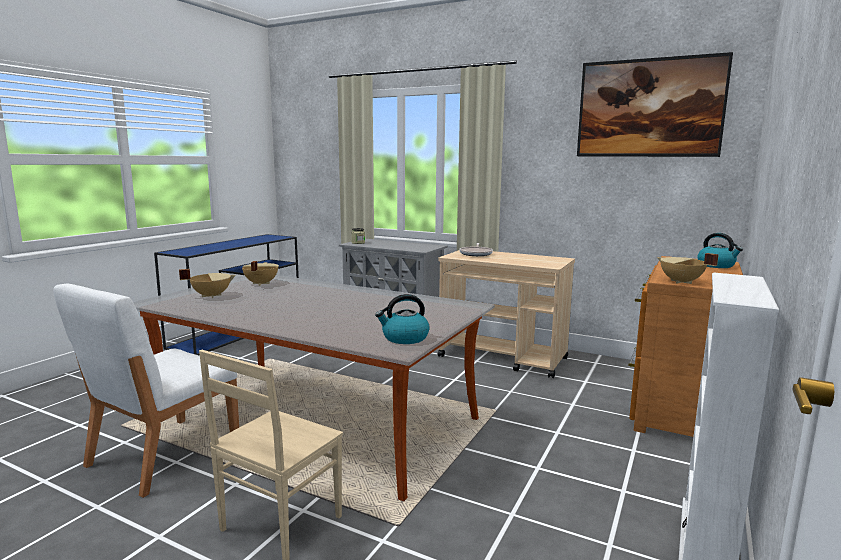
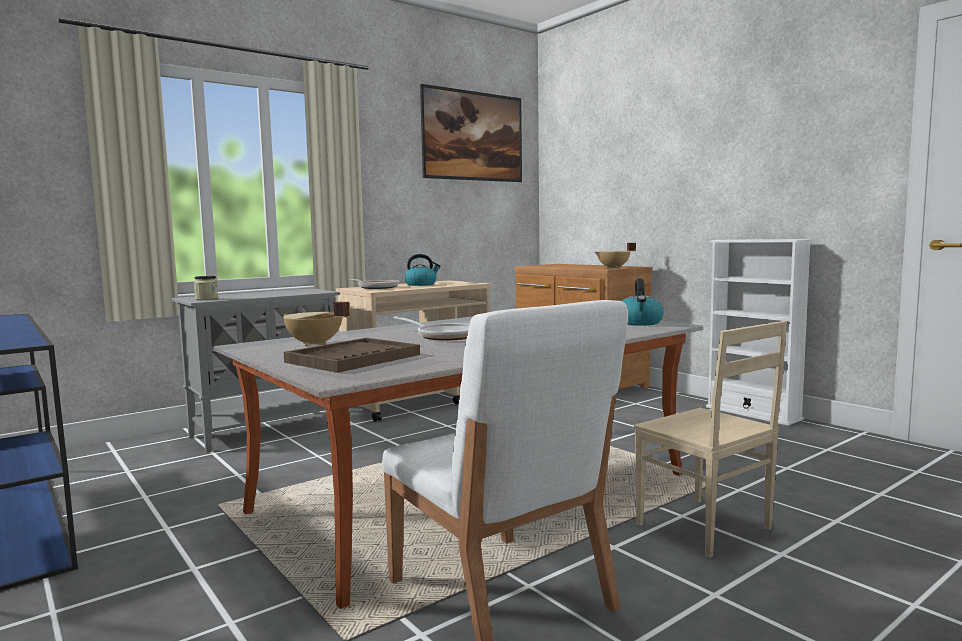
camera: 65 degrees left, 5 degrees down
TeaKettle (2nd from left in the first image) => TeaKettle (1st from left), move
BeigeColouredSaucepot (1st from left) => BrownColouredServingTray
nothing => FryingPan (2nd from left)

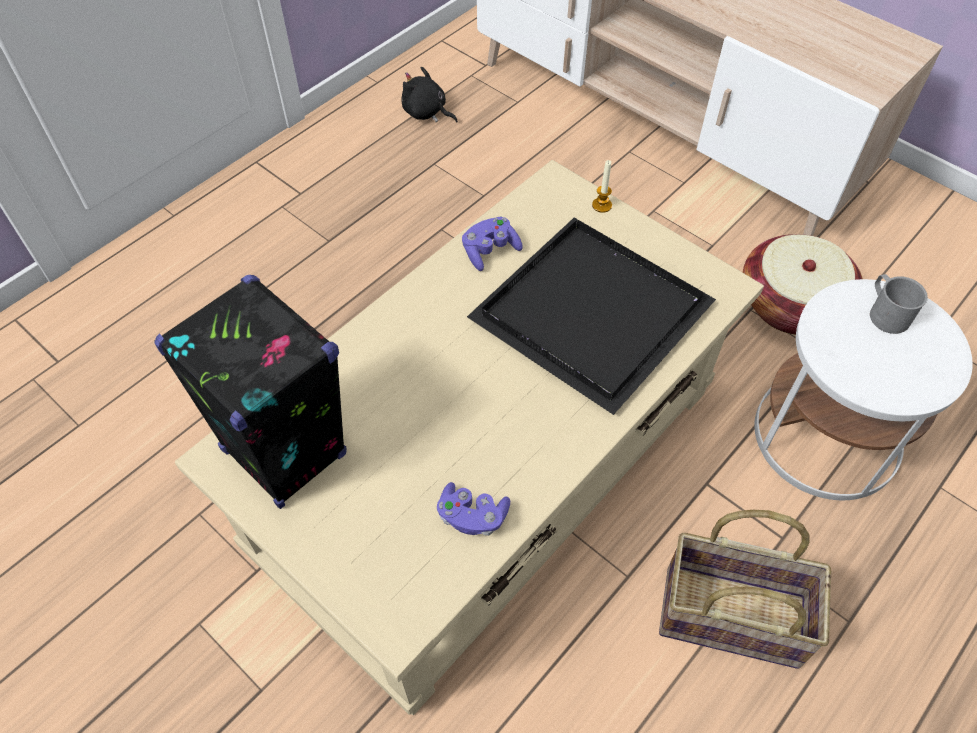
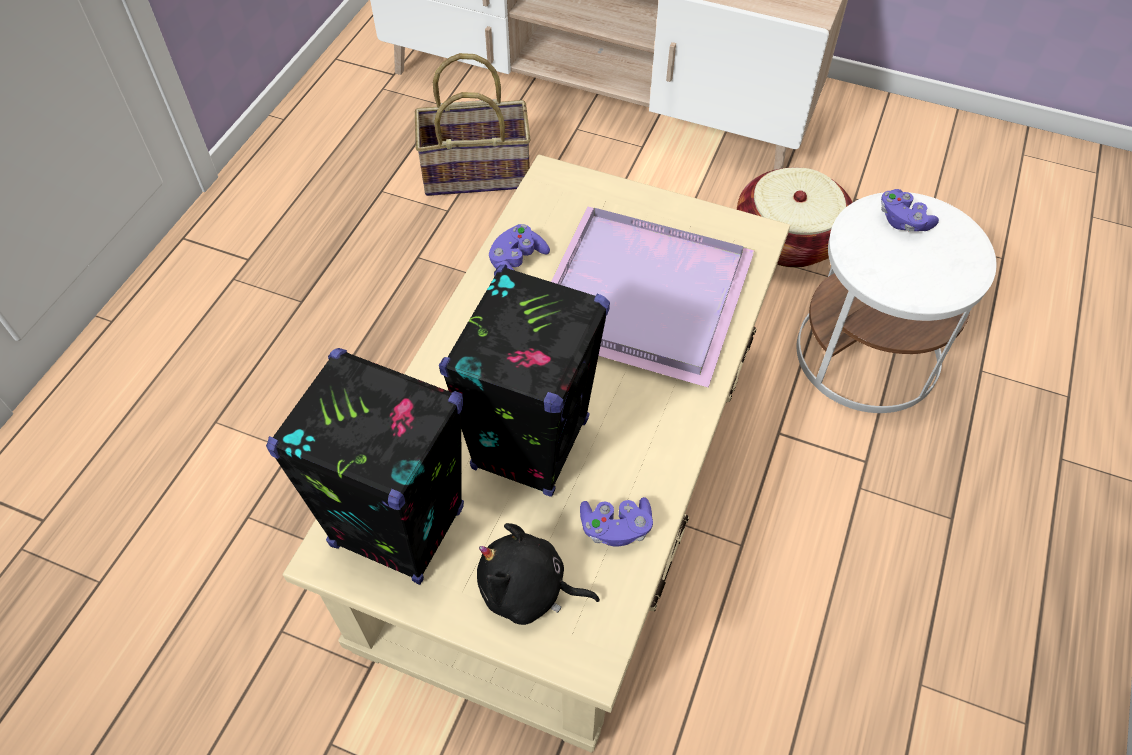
camera: 20 degrees left, 0 degrees up
BlackCuddlyToy, move
WaxCandle => nothing
BlackServingTray => PurpleColouredServingTray
GreyishMug => PurpleColouredJoypad (3rd from left)
StorageBasket (1st from left), move
nothing => BlackLoudspeaker (2nd from left)

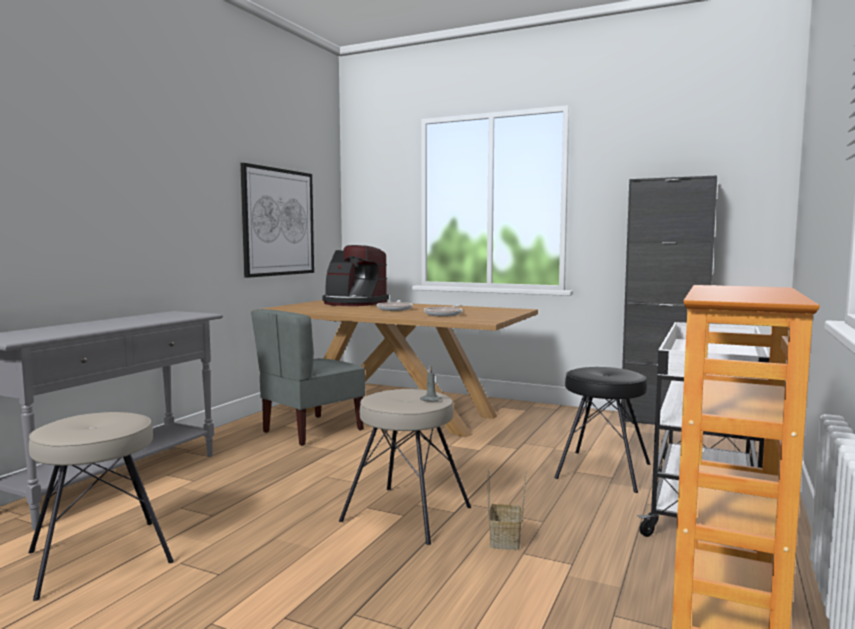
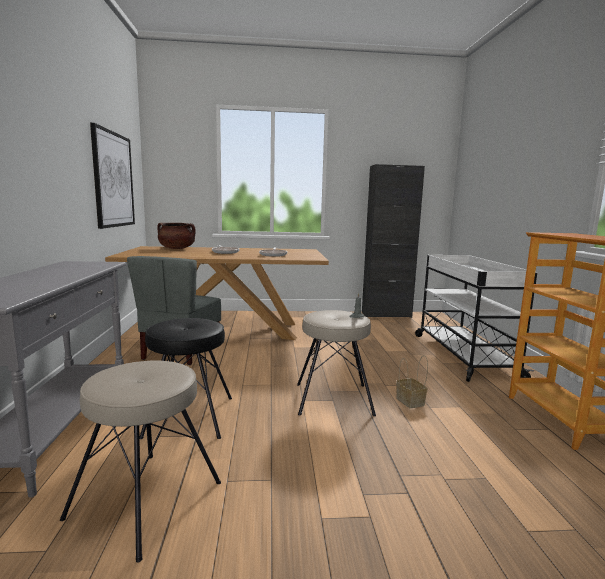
camera: 30 degrees left, 5 degrees up
CoffeeMachine => BrownColouredSaucepot
BlackSittingStool, move

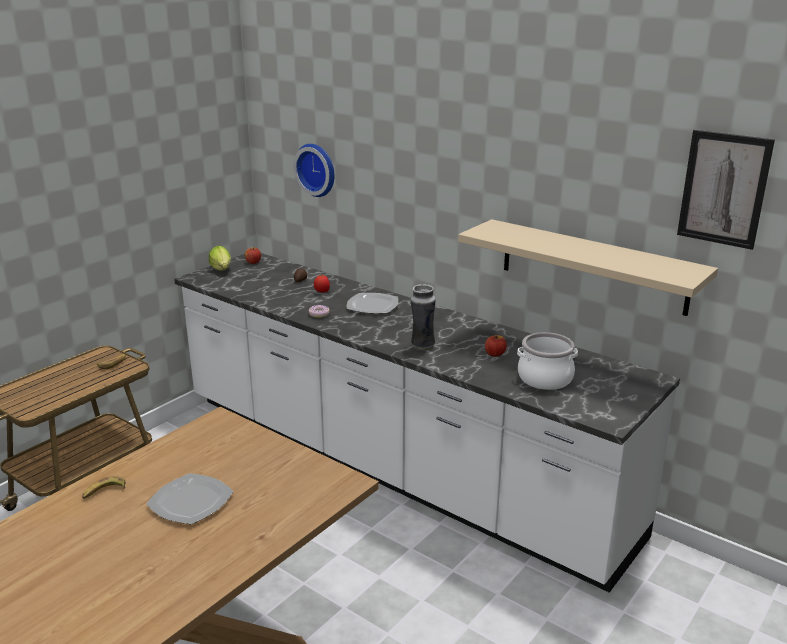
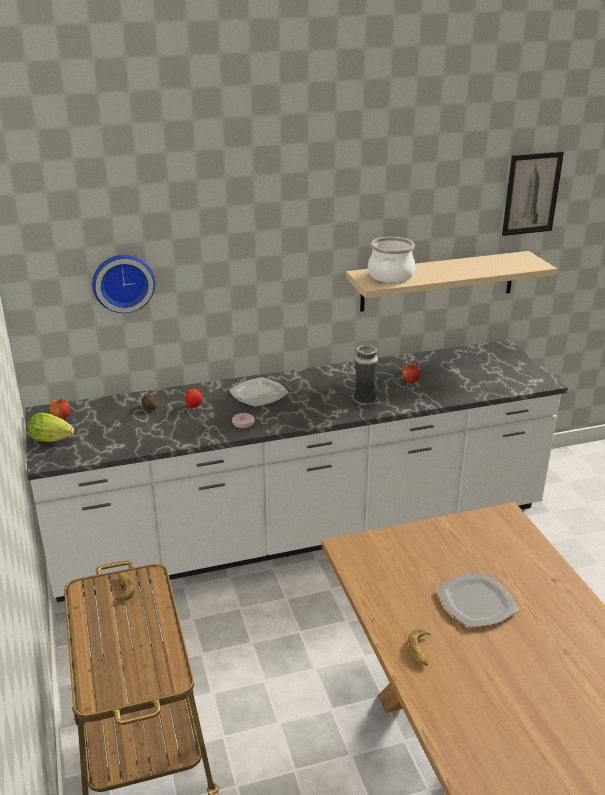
camera: 55 degrees left, 5 degrees up
Saucepot, move

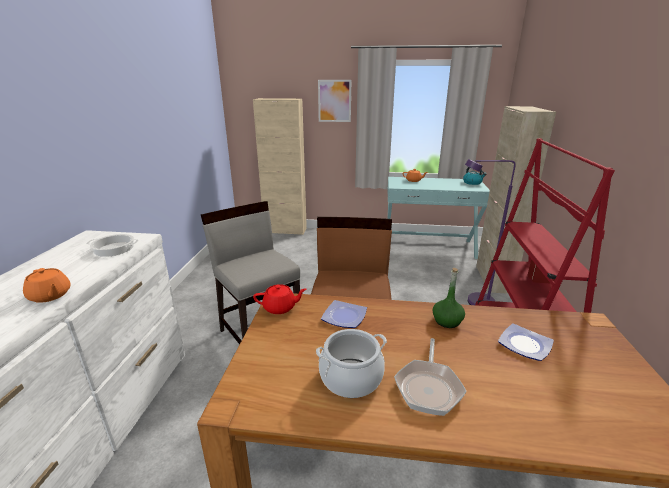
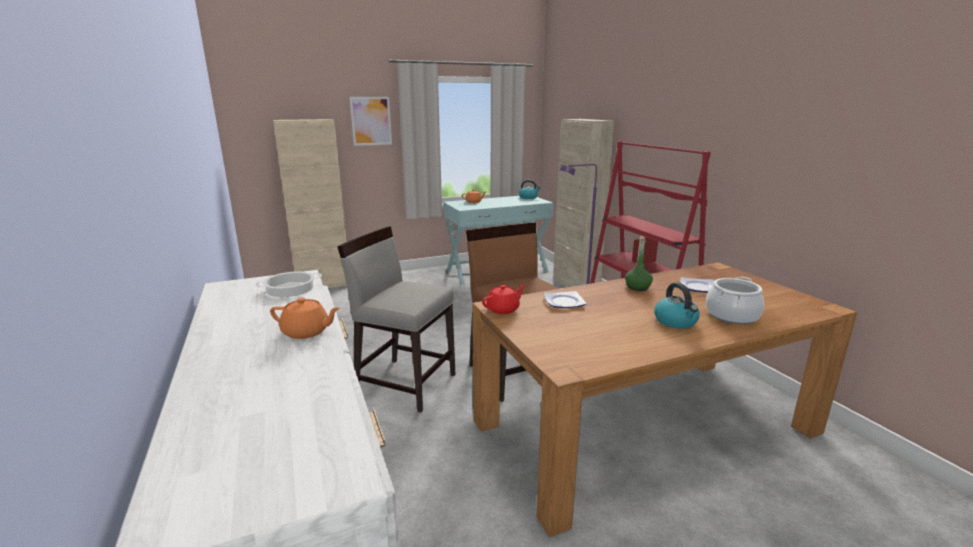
camera: 30 degrees left, 5 degrees down
Saucepot (2nd from left), move
FryingPan => TeaKettle (2nd from left)

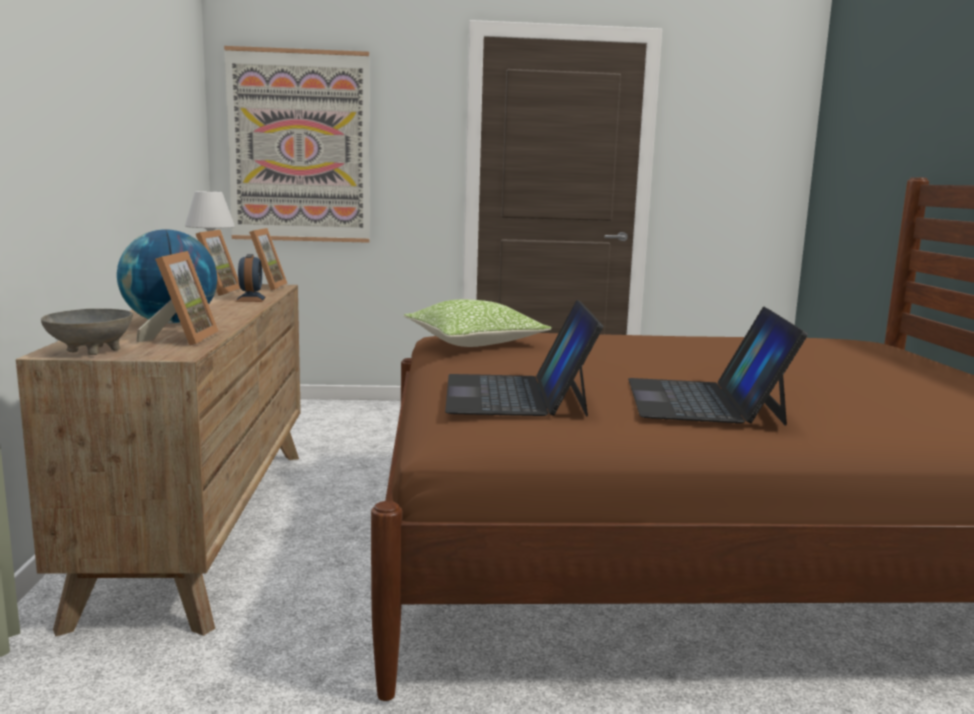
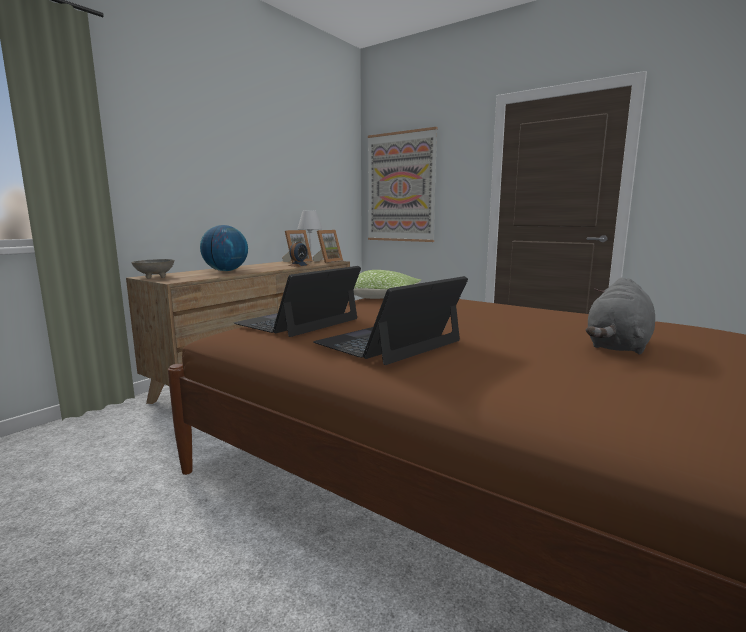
camera: 40 degrees right, 0 degrees up
PhotoFrame (1st from left) => nothing
nothing => GreyishCuddlyToy

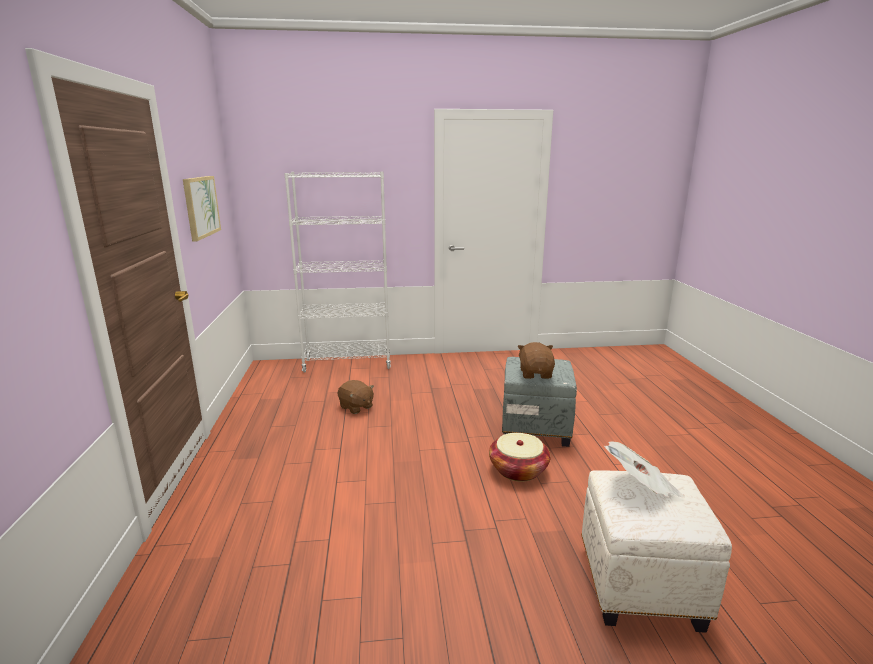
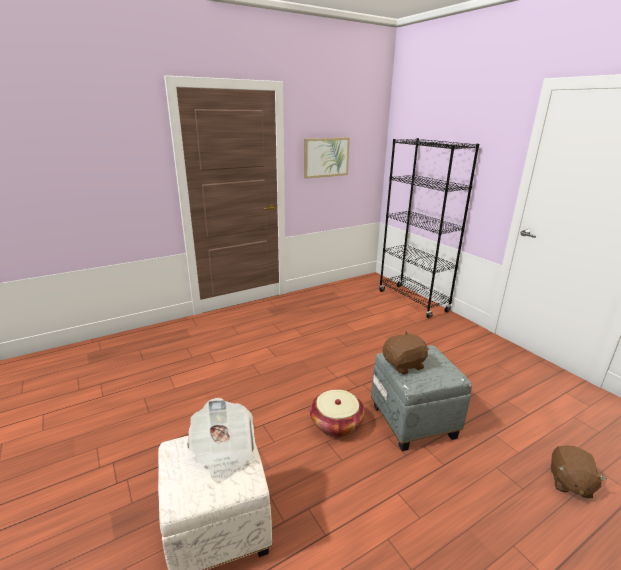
camera: 65 degrees right, 5 degrees up
WhitishBookshelf => BlackBookshelf
BrownColouredCuddlyToy (1st from left in the first image) => BrownColouredCuddlyToy (2nd from left), move

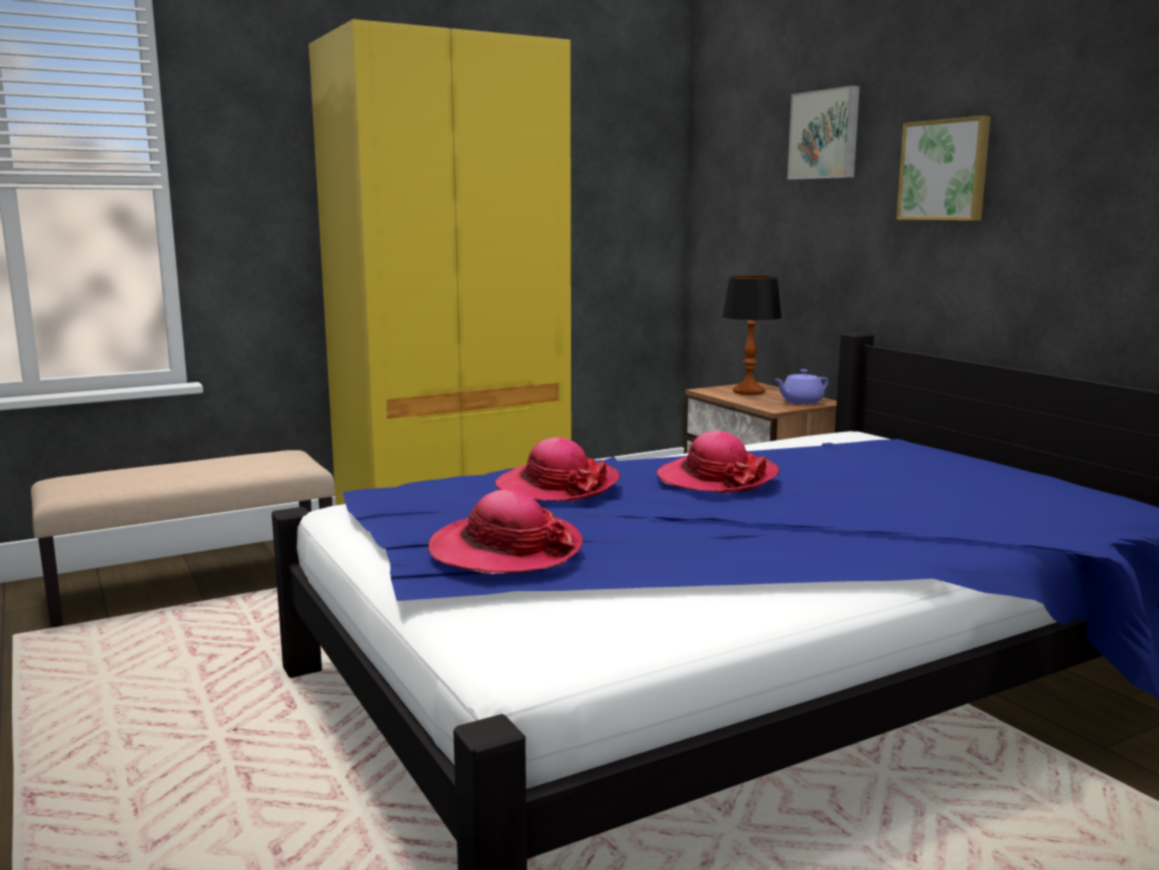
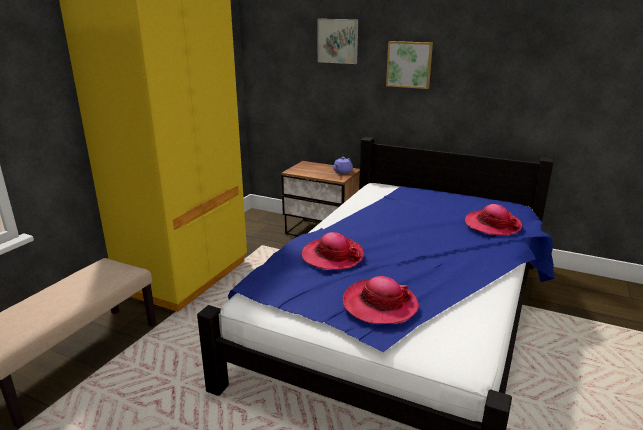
camera: 35 degrees left, 10 degrees up
TableLamp => nothing
ClothingHat (3rd from left), move

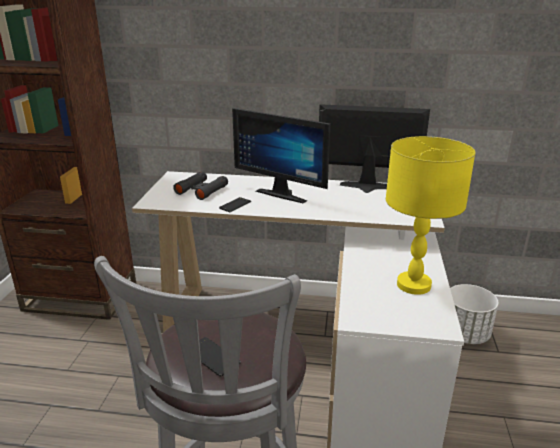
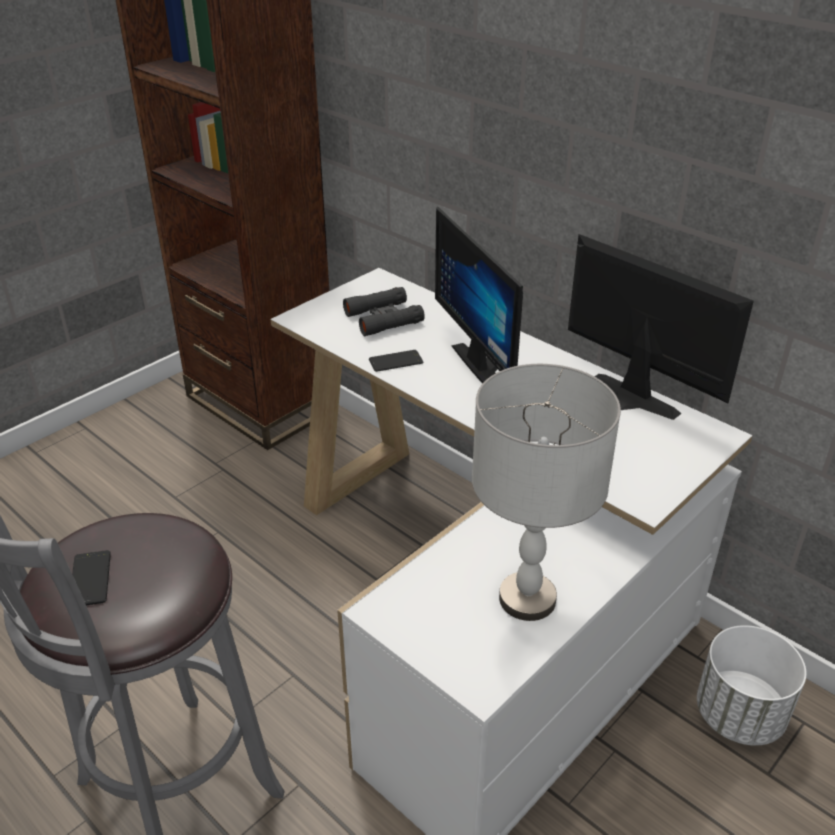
camera: 35 degrees right, 10 degrees up
YellowishTableLamp => GreyishTableLamp

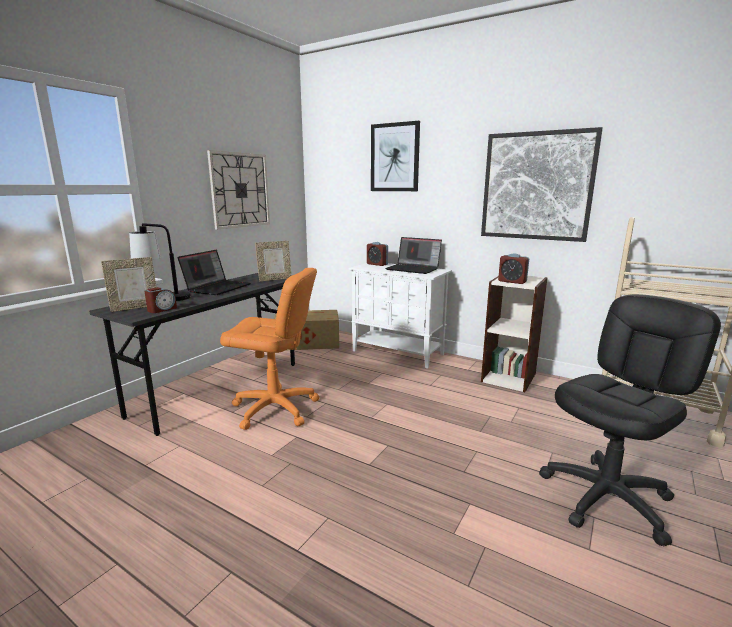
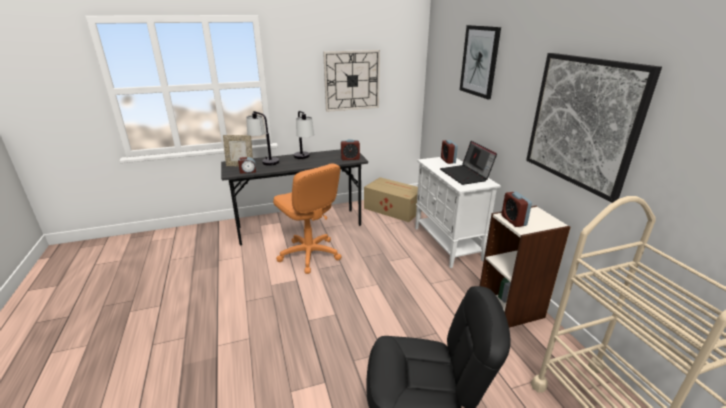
camera: 40 degrees right, 10 degrees up
PhotoFrame (2nd from left) => AlarmClock (2nd from left)
NotebookComputer (1st from left) => TableLamp (2nd from left)

